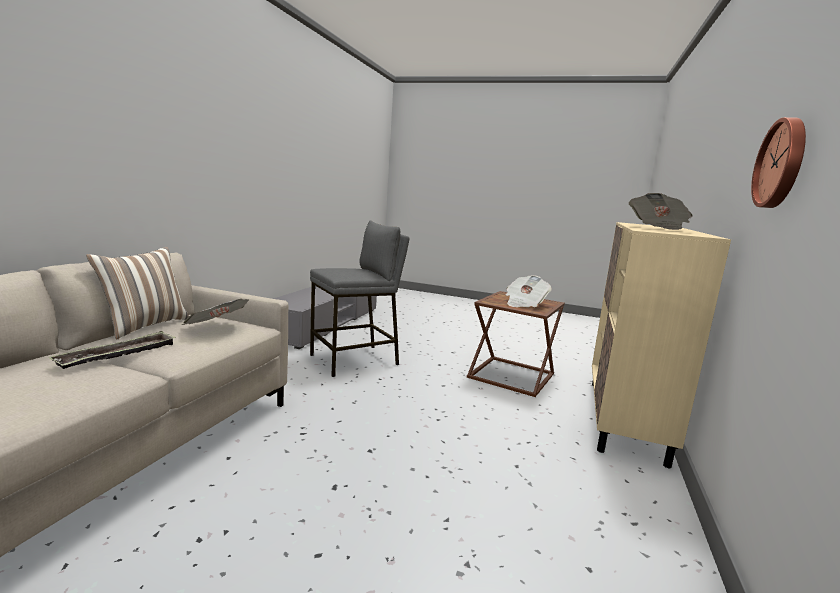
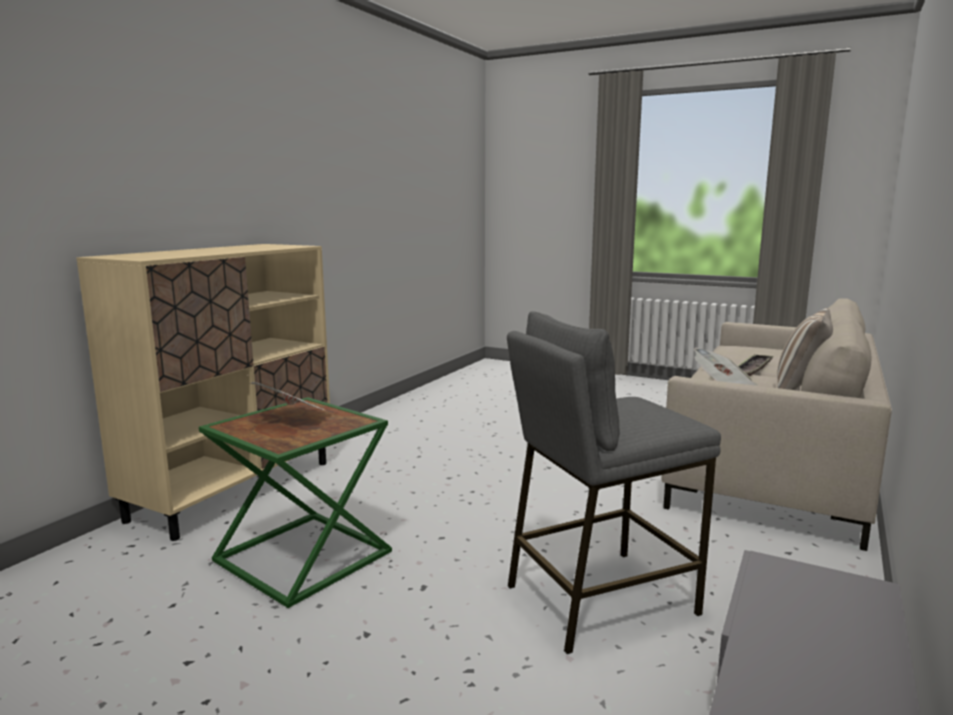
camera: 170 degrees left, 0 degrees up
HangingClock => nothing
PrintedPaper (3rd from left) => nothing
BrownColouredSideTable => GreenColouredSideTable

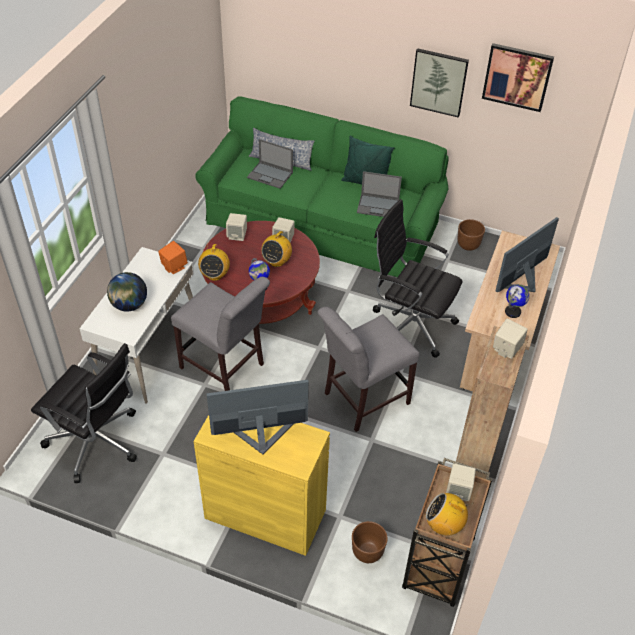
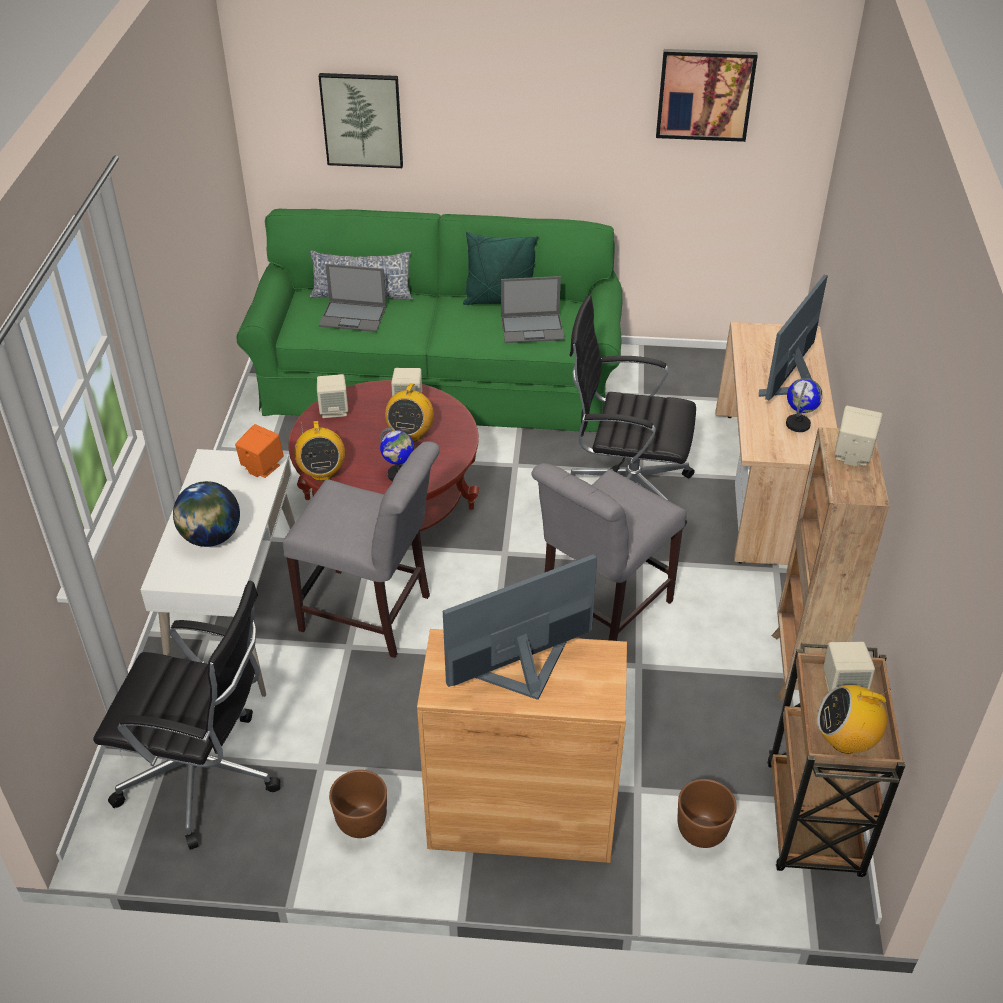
camera: 15 degrees left, 5 degrees down
WallArt (1st from left), move
BrownColouredPlanter (2nd from left in the first image) => BrownColouredPlanter (1st from left), move
YellowishCabinet => BrownColouredCabinet

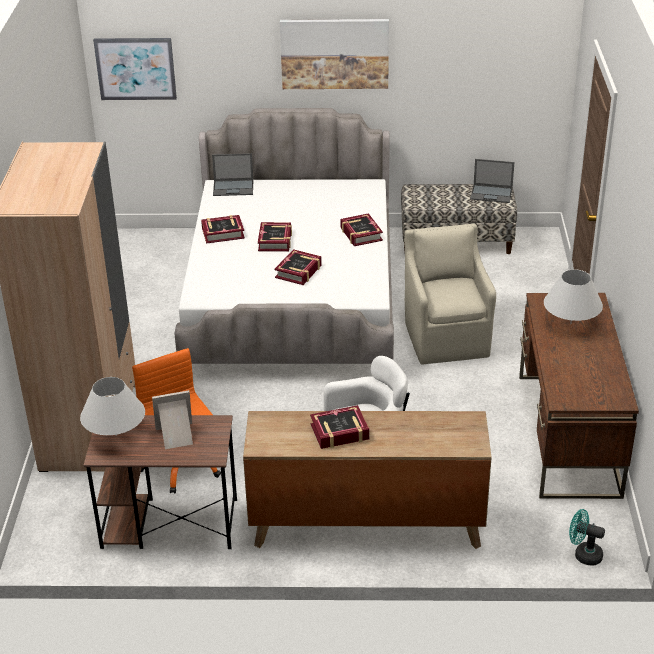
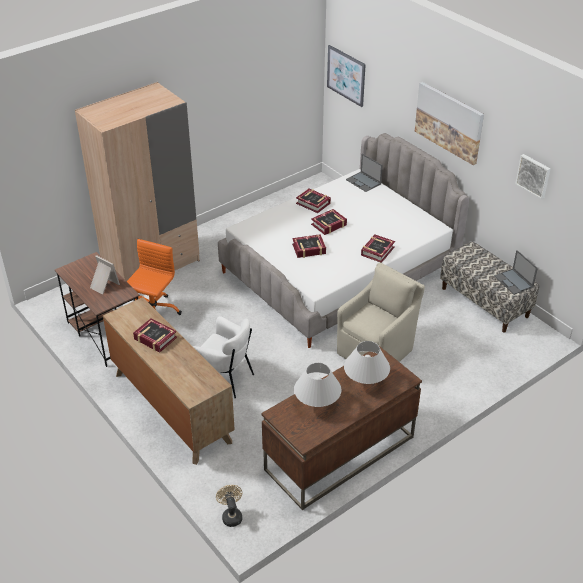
camera: 50 degrees right, 5 degrees up
WhitishTableLamp (1st from left), move
TurquoiseColouredElectricFan => BeigeColouredElectricFan
nothing => WallArt (3rd from left)

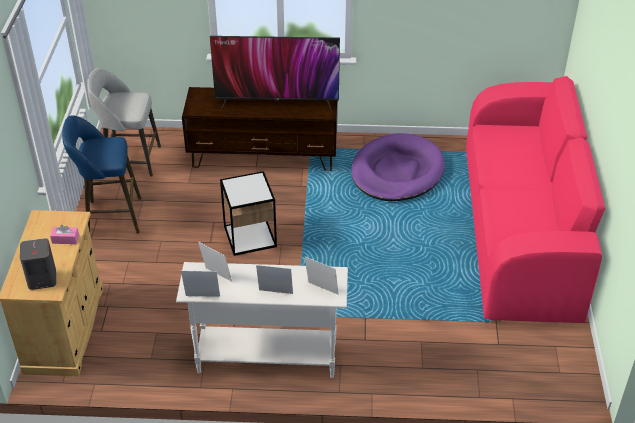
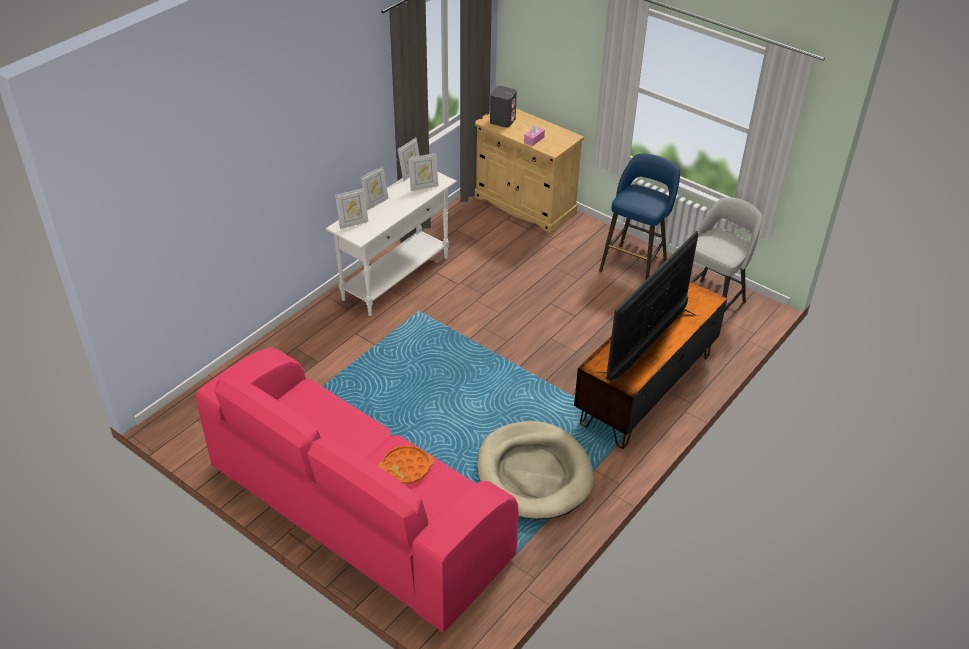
camera: 125 degrees right, 0 degrees up
PurpleColouredDogBed => BeigeColouredDogBed
SideTable => nothing
nothing => OrangeyServingTray

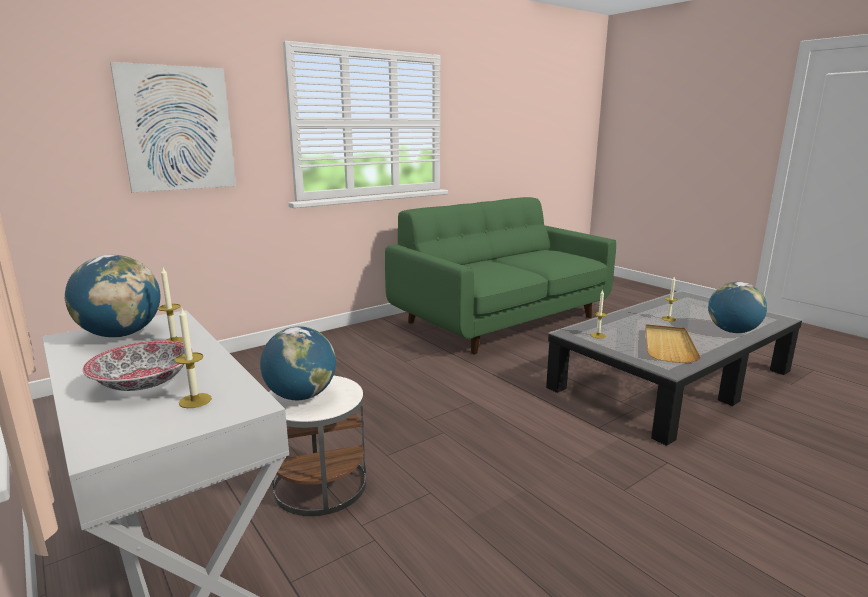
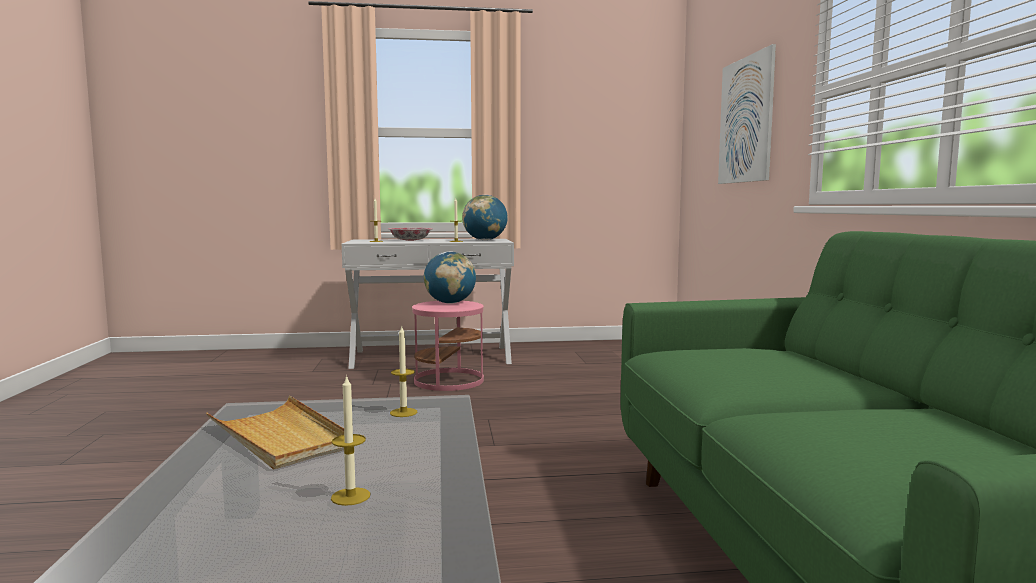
camera: 120 degrees right, 10 degrees down
Globe (3rd from left) => nothing
WhitishSideTable => PinkSideTable

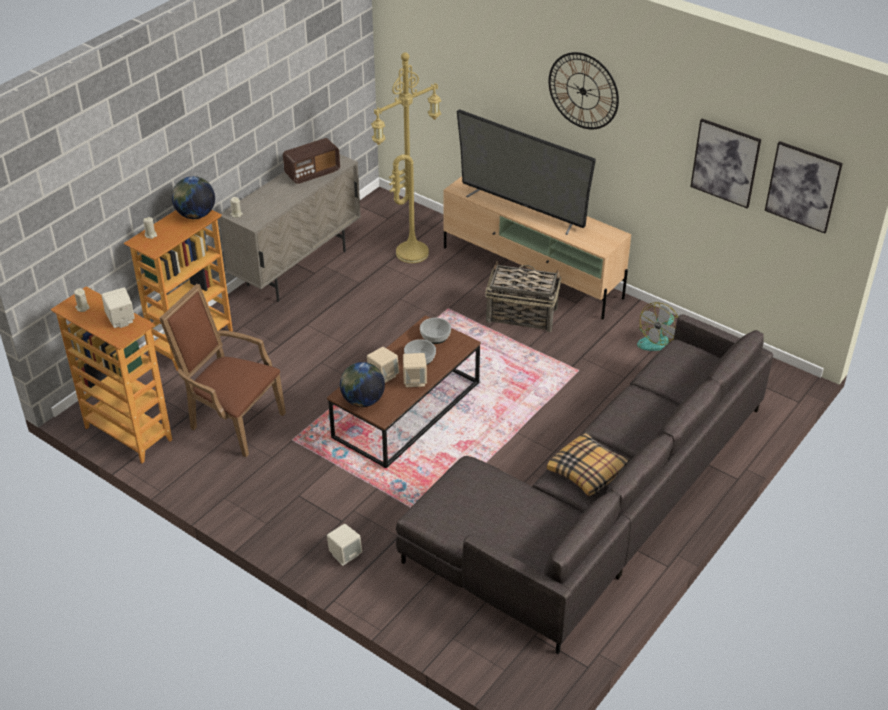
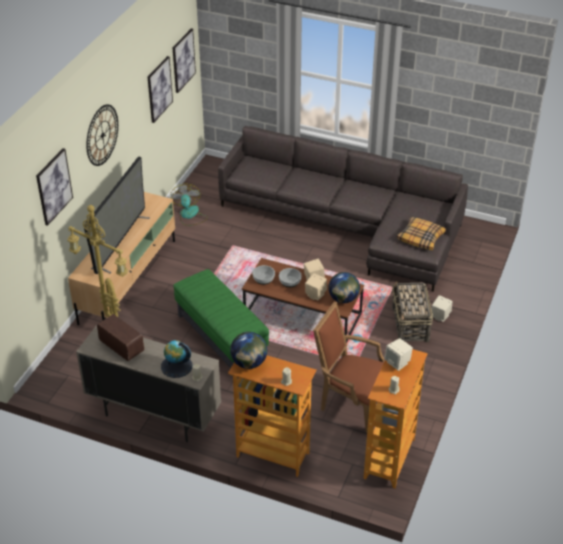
camera: 105 degrees left, 0 degrees up
StorageBasket, move
BrownColouredArmchair, 105 degrees clockwise
ElectricFan, 120 degrees counterclockwise
Pillow, move
nothing => WallArt (1st from left)
nothing => GreenColouredOttoman
nothing => Globe (1st from left)

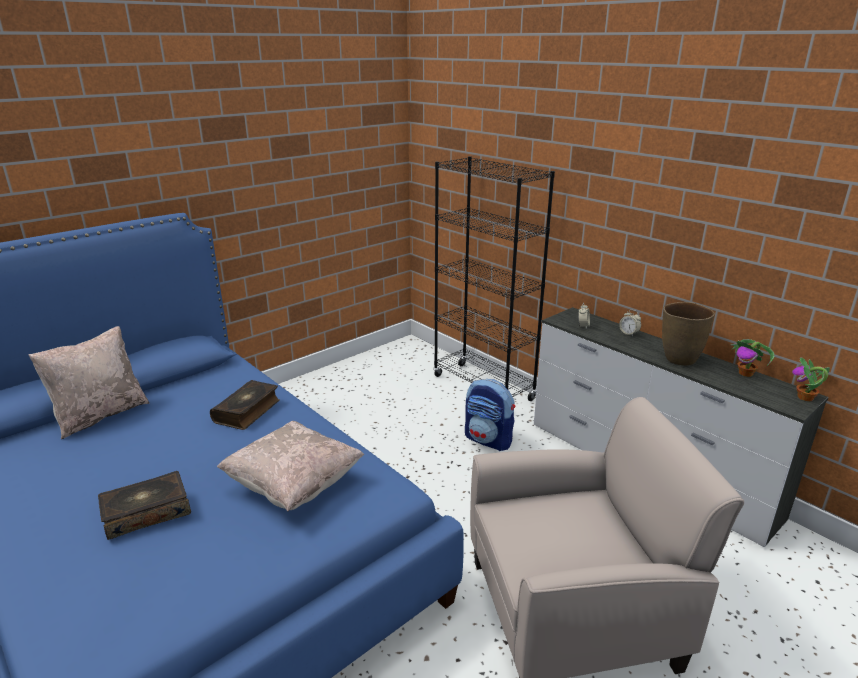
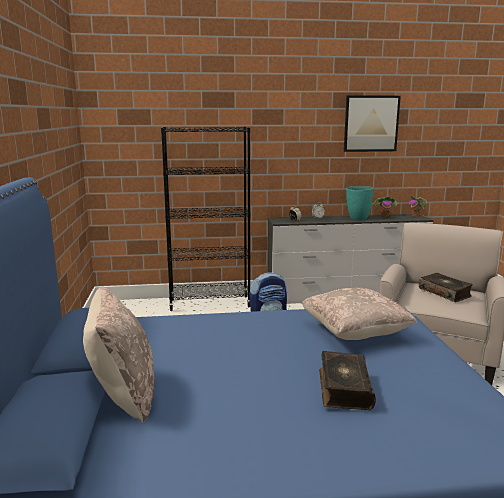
camera: 55 degrees left, 10 degrees down
BrownColouredFlowerVase => TurquoiseColouredFlowerVase
BoundBook (2nd from left), move
nothing => WallArt

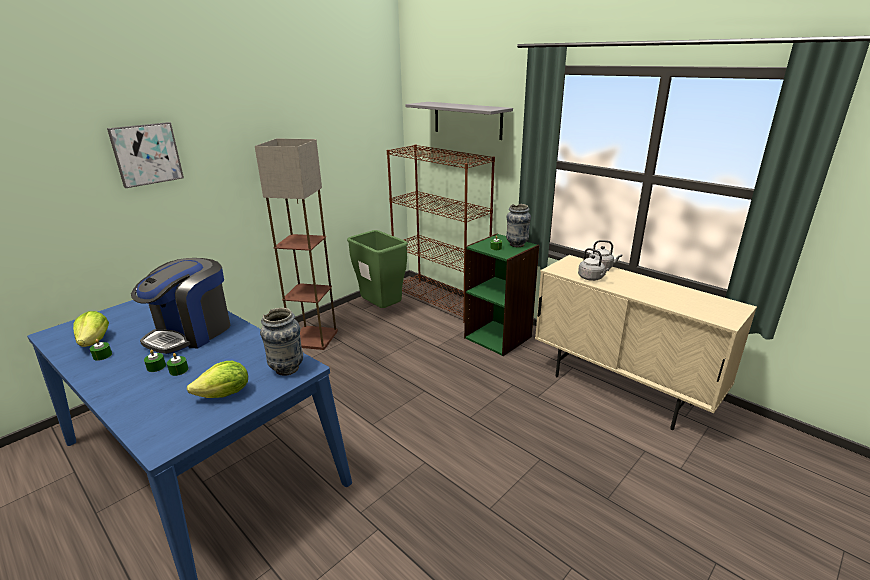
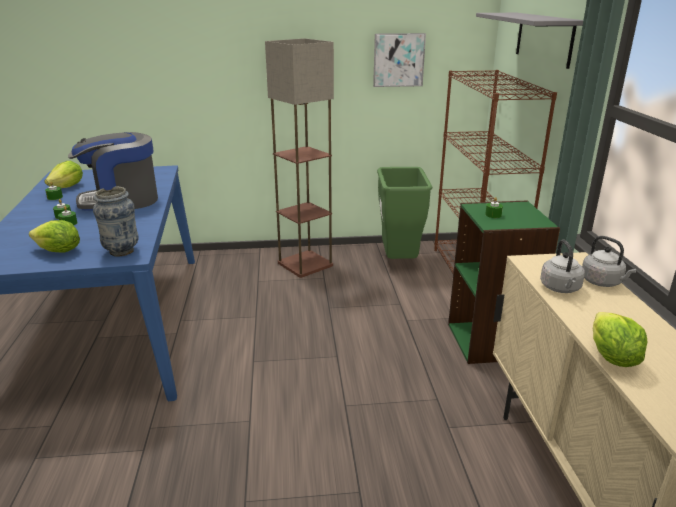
camera: 40 degrees right, 0 degrees up
WallArt, move
FlowerVase (2nd from left) => nothing
nothing => LettuceHead (3rd from left)

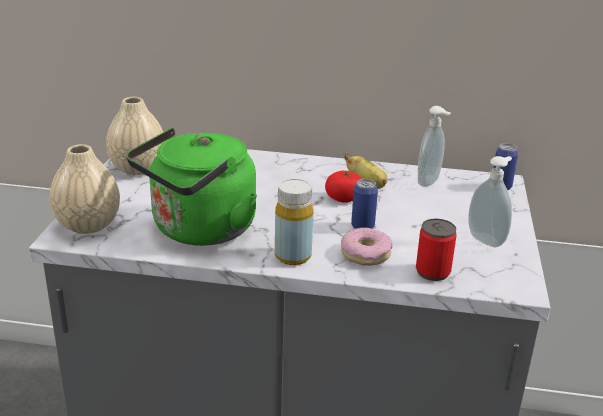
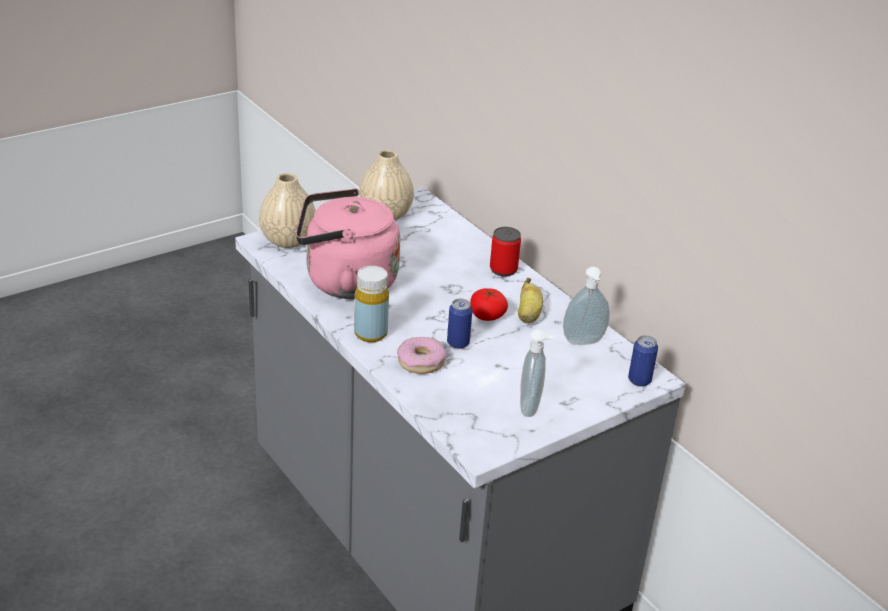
camera: 45 degrees right, 5 degrees up
GreenColouredTeaKettle => PinkTeaKettle
Can (2nd from left), move

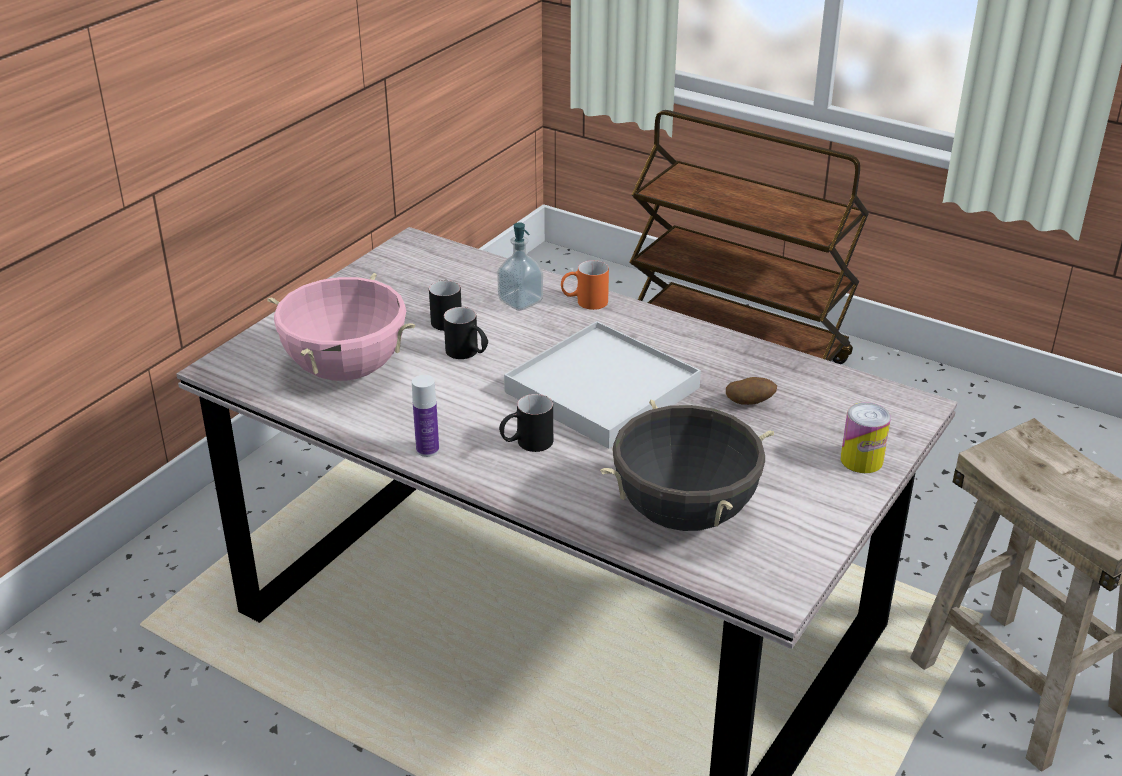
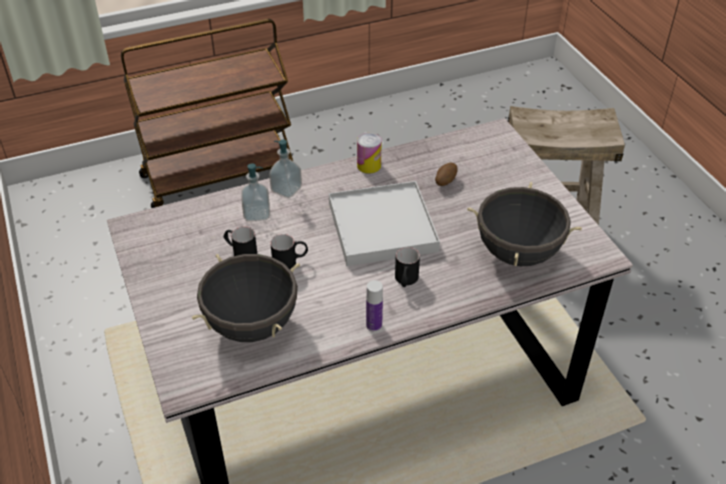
camera: 55 degrees left, 10 degrees up
OrangeyMug => LiquidSoapBottle (2nd from left)
PinkSaucepot => BlackSaucepot (1st from left)
Can, move

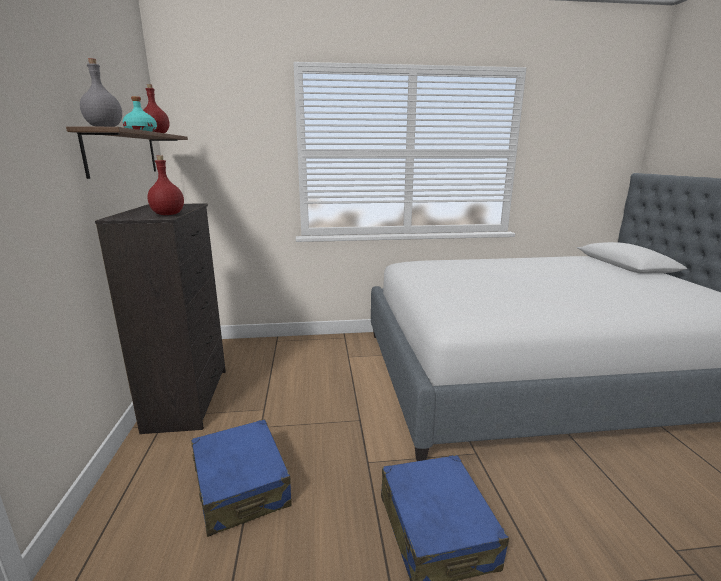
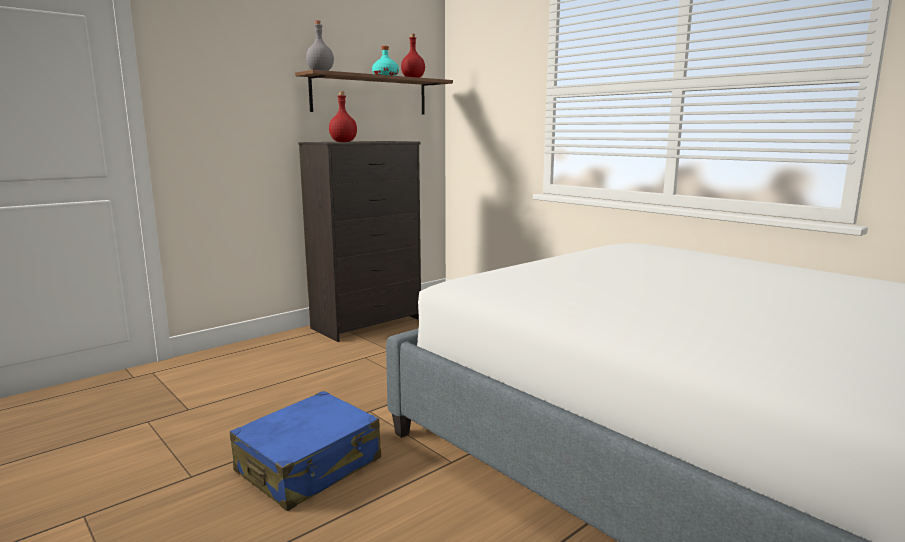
camera: 55 degrees right, 5 degrees down
BluishPieceOfLuggage (1st from left) => nothing

